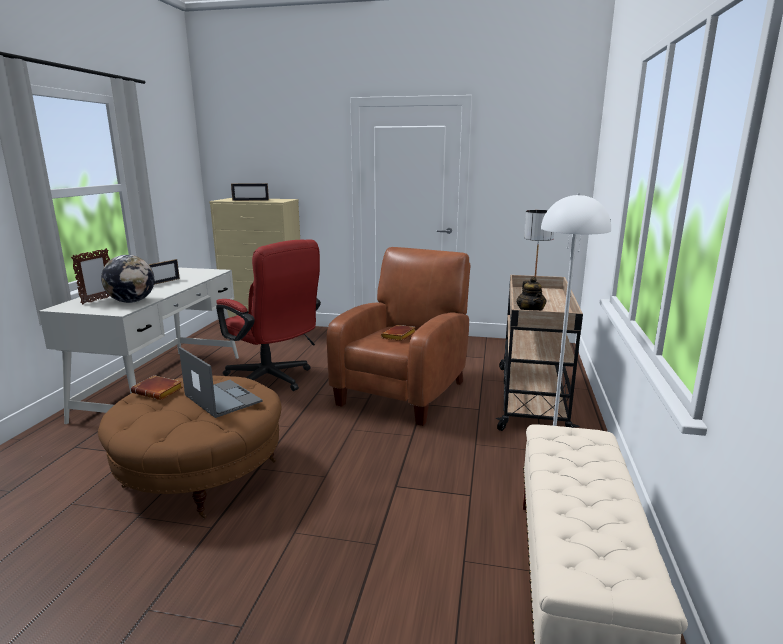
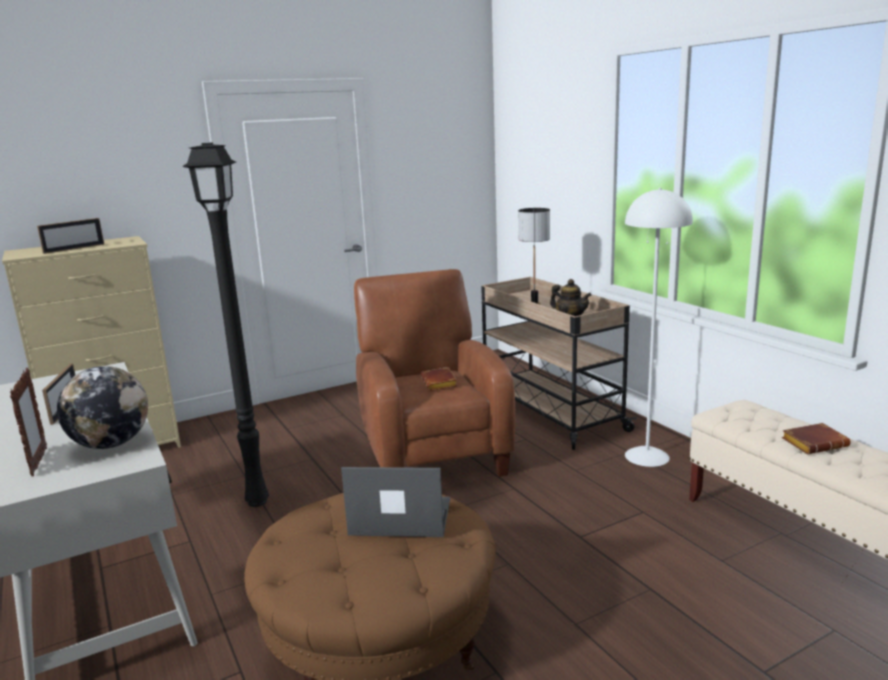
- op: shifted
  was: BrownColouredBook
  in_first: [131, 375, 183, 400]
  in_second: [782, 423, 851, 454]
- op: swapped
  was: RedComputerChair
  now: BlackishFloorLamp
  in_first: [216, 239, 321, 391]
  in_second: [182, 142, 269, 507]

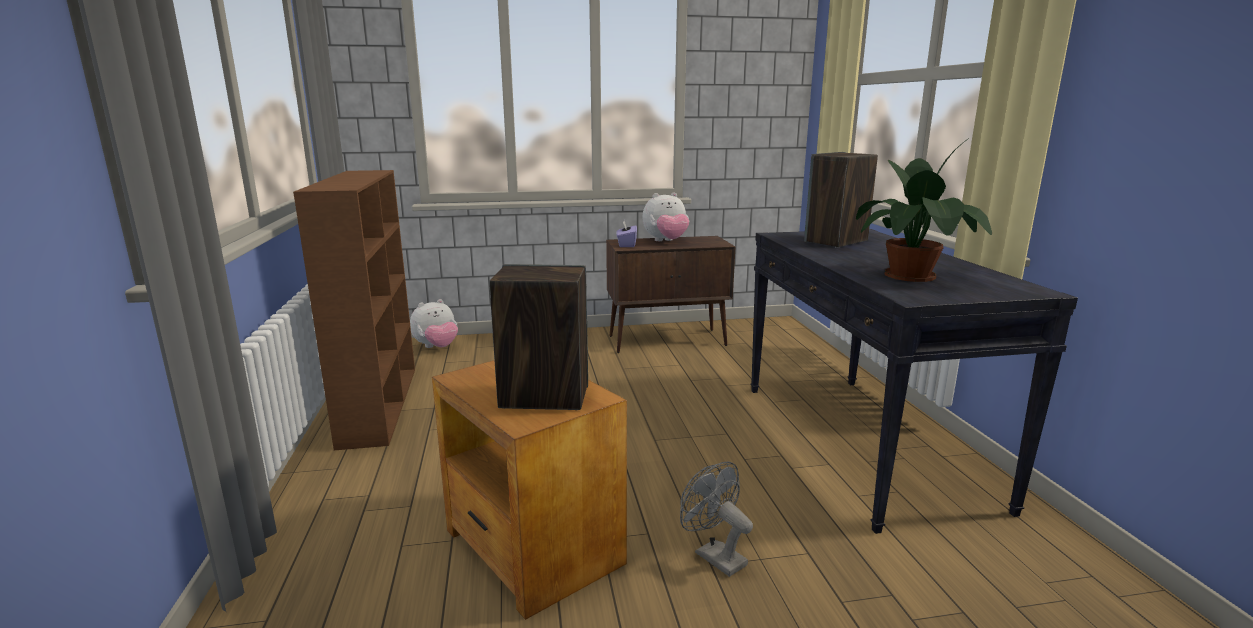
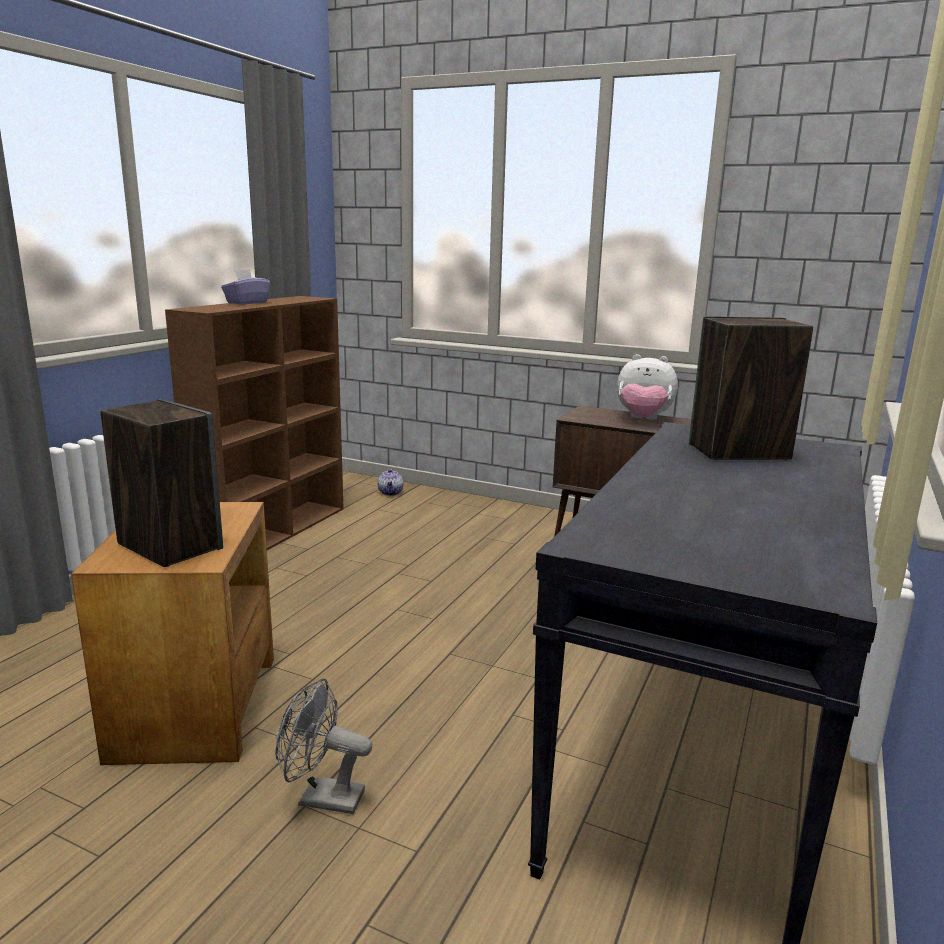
- op: gone
  was: PlantInAPot
  in_first: [856, 138, 992, 282]
- op: shifted
  was: PurplishTissueBox
  in_first: [616, 221, 637, 247]
  in_second: [221, 269, 270, 304]
- op: swapped
  was: CuddlyToy
  now: PotForTea
  in_first: [410, 299, 458, 348]
  in_second: [378, 468, 403, 496]
- op: rotated
  was: GreyishCoolingFan
  in_first: [680, 462, 753, 577]
  in_second: [275, 678, 372, 814]
  clockwise: -75

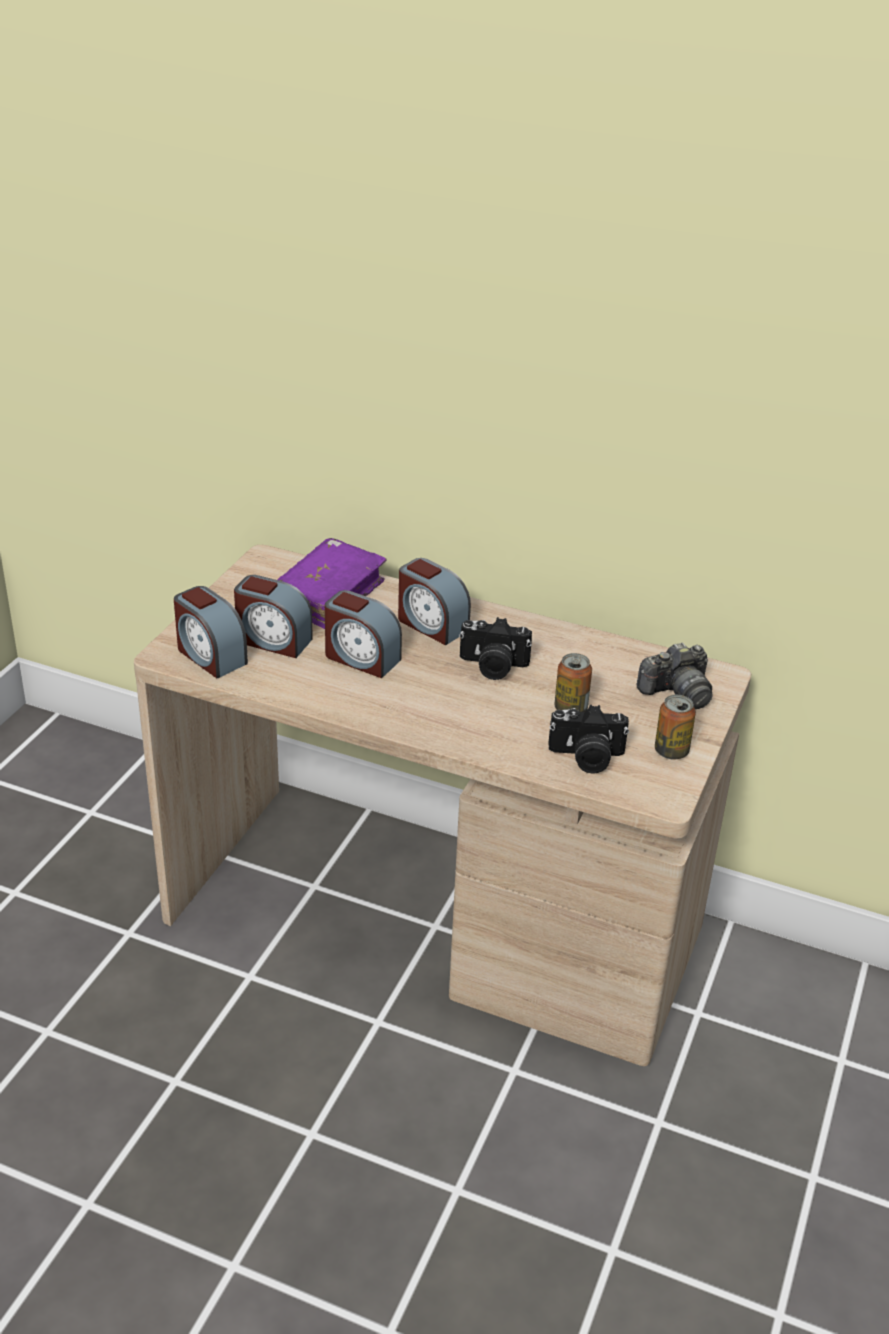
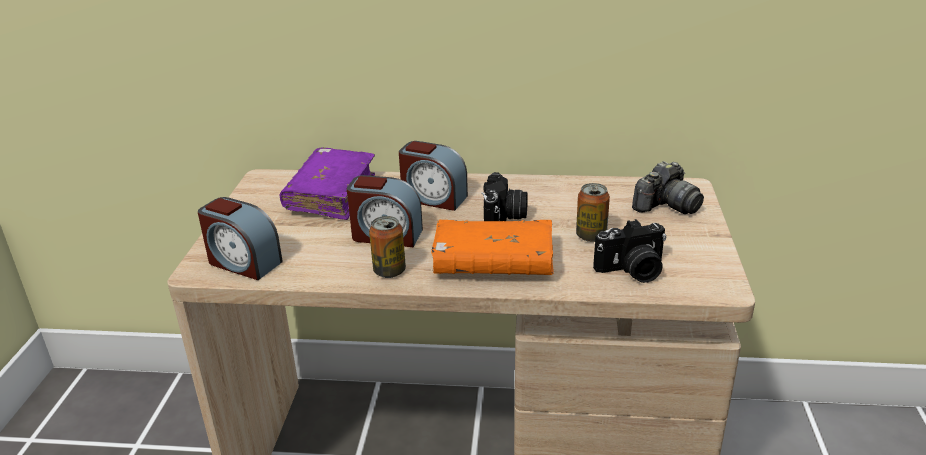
- op: gone
  was: TableClock
  in_first: [234, 575, 313, 658]
- op: new
  now: OrangeColouredBook
  in_second: [431, 220, 554, 275]
- op: shifted
  was: SealedCan
  in_first: [655, 695, 696, 760]
  in_second: [369, 216, 406, 278]
- op: rotated
  was: PhotoCamera
  in_first: [459, 617, 532, 680]
  in_second: [481, 172, 528, 221]
  clockwise: -75

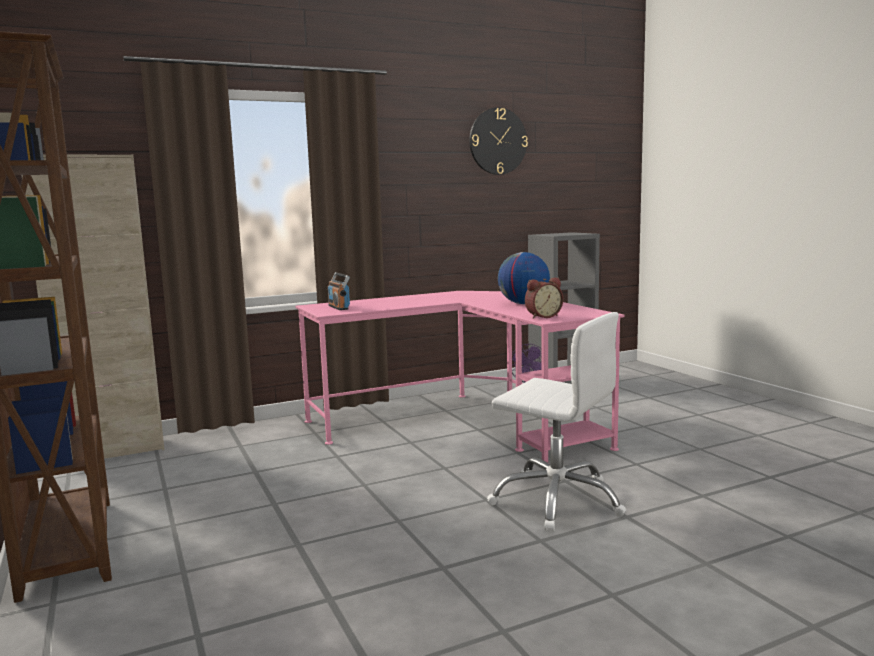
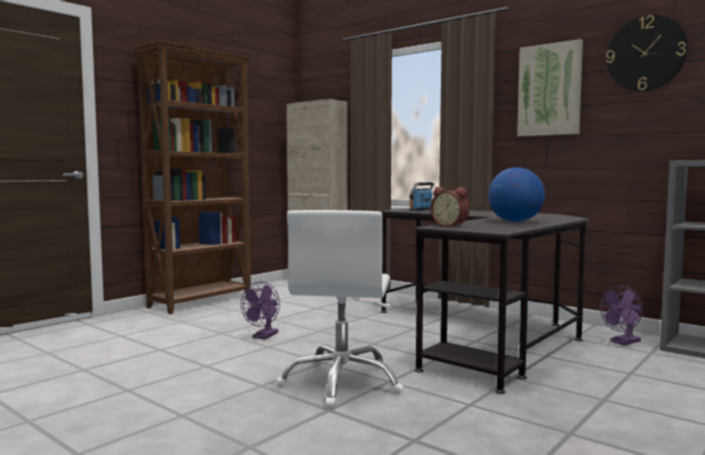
- op: new
  now: PurplishCoolingFan
  in_second: [241, 281, 280, 339]
- op: new
  now: WallPicture
  in_second: [517, 39, 583, 136]
- op: repainted
  was: PinkColouredDesk
  now: BlackishDesk
  in_first: [295, 291, 624, 462]
  in_second: [379, 208, 590, 394]

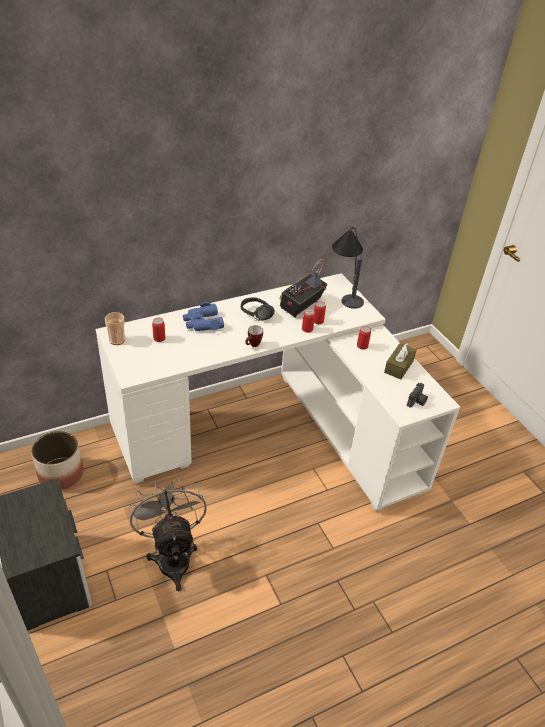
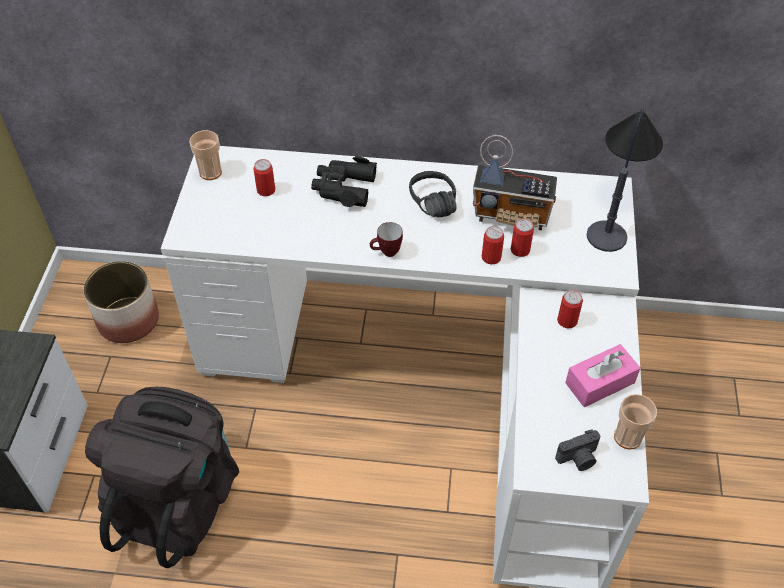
- op: new
  now: SmallCup
  in_second: [614, 394, 657, 450]
- op: swapped
  was: GreyishCoolingFan
  now: BlackishRucksack
  in_first: [129, 477, 207, 591]
  in_second: [85, 387, 239, 568]
- op: repainted
  was: BluishFieldGlasses
  now: BlackishFieldGlasses
  in_first: [183, 302, 224, 331]
  in_second: [311, 156, 377, 207]
- op: repainted
  was: BrownColouredTissueBox
  now: PinkColouredTissueBox
  in_first: [384, 343, 417, 379]
  in_second: [565, 344, 640, 407]
- op: rotated
  was: Radio
  in_first: [279, 259, 328, 318]
  in_second: [473, 135, 557, 230]
  clockwise: -150

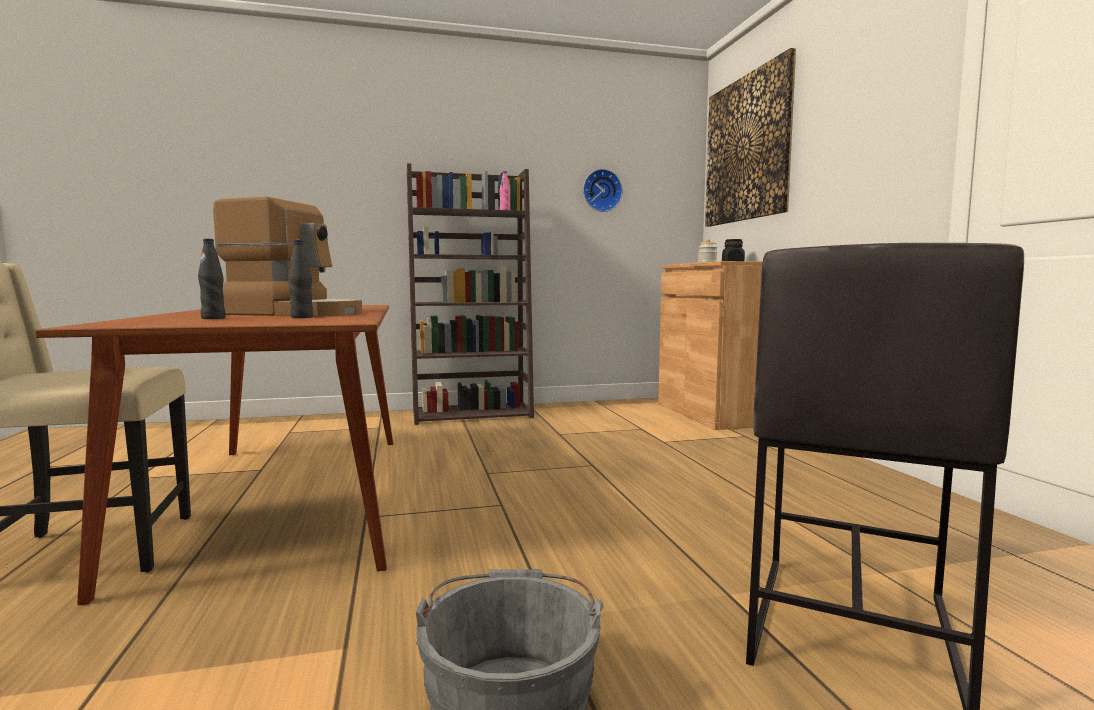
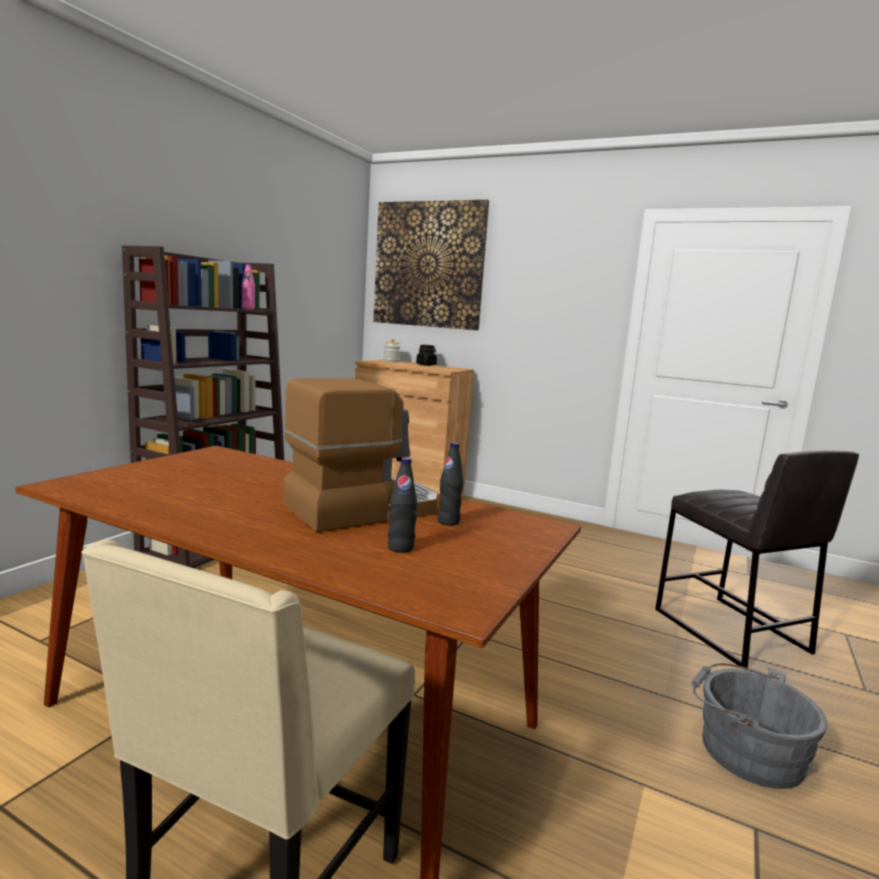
- op: gone
  was: WallClock
  in_first: [583, 169, 623, 212]

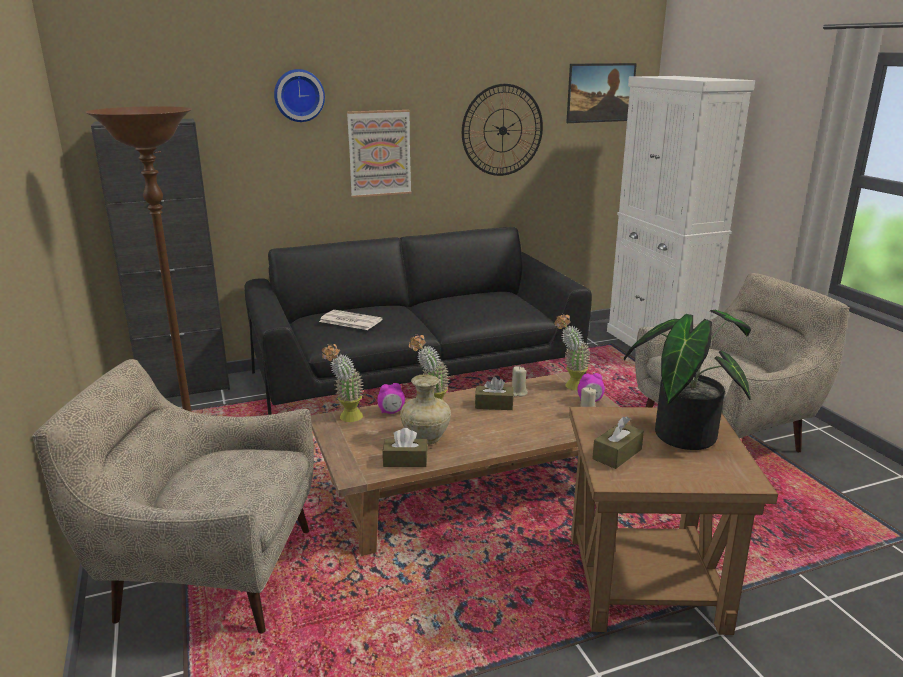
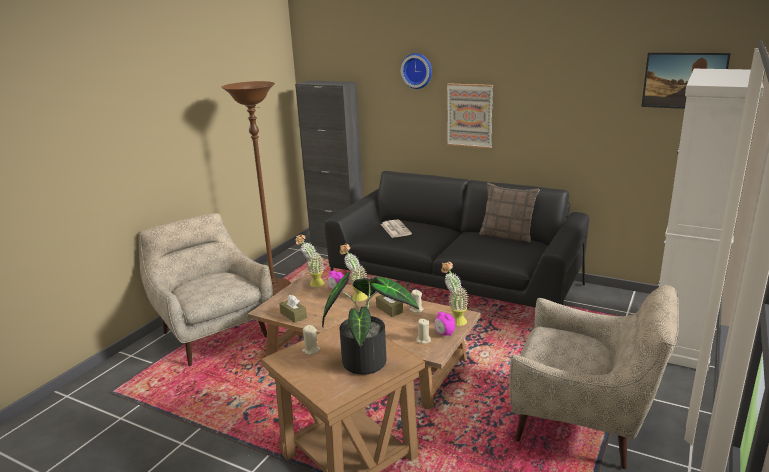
- op: gone
  was: BeigeColouredVase
  in_first: [400, 374, 451, 445]
- op: gone
  was: WallClock
  in_first: [462, 84, 543, 176]
- op: new
  now: Cushion
  in_second: [479, 183, 540, 242]
- op: swapped
  was: BrownColouredTissueBox
  now: BeigeColouredWaxLight
  in_first: [592, 416, 644, 469]
  in_second: [302, 325, 320, 355]

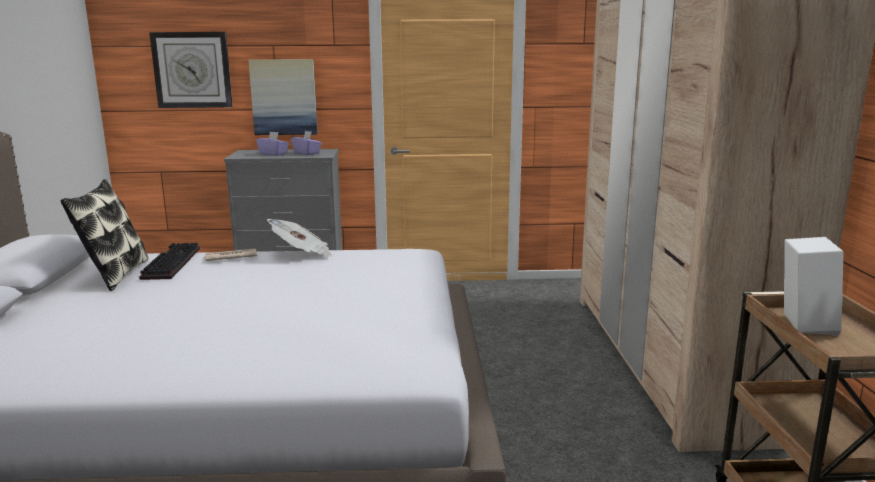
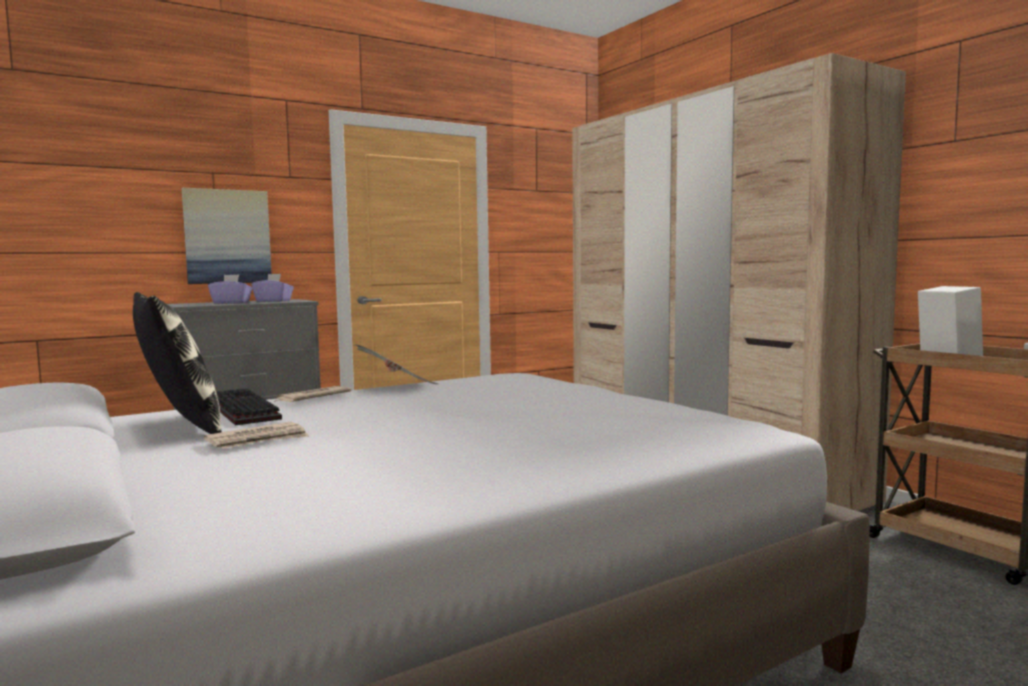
- op: gone
  was: WallClock
  in_first: [149, 32, 233, 108]
- op: new
  now: DailyPaper
  in_second: [204, 422, 309, 449]

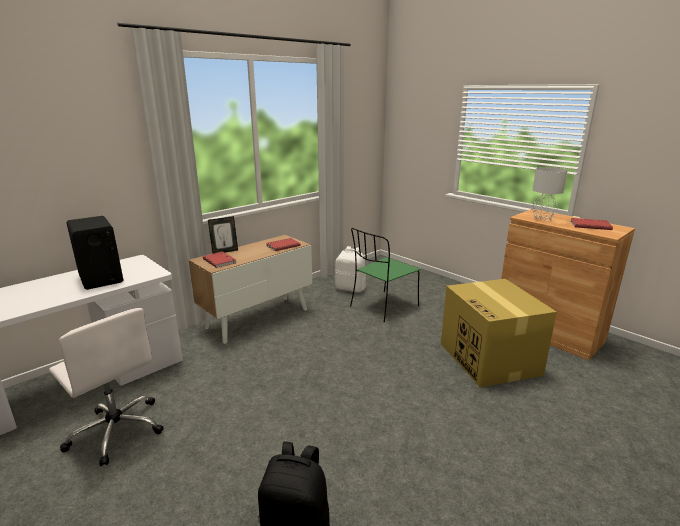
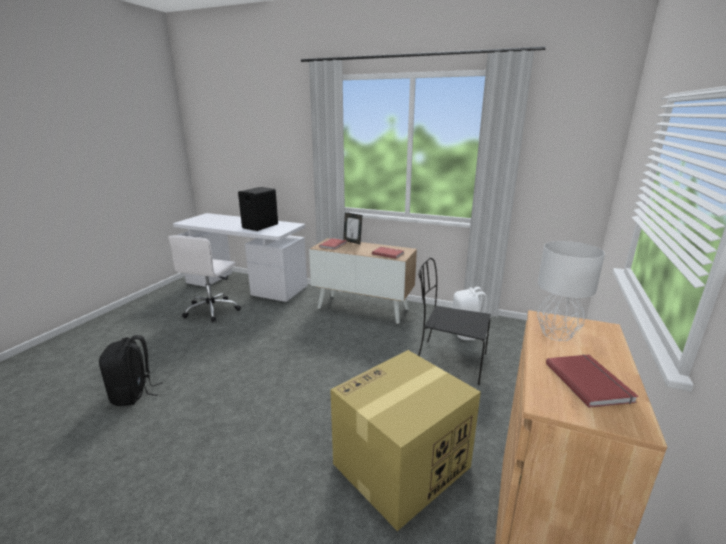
- op: repainted
  was: GreenChair
  now: BlackishChair
  in_first: [350, 228, 420, 322]
  in_second: [418, 258, 491, 385]

